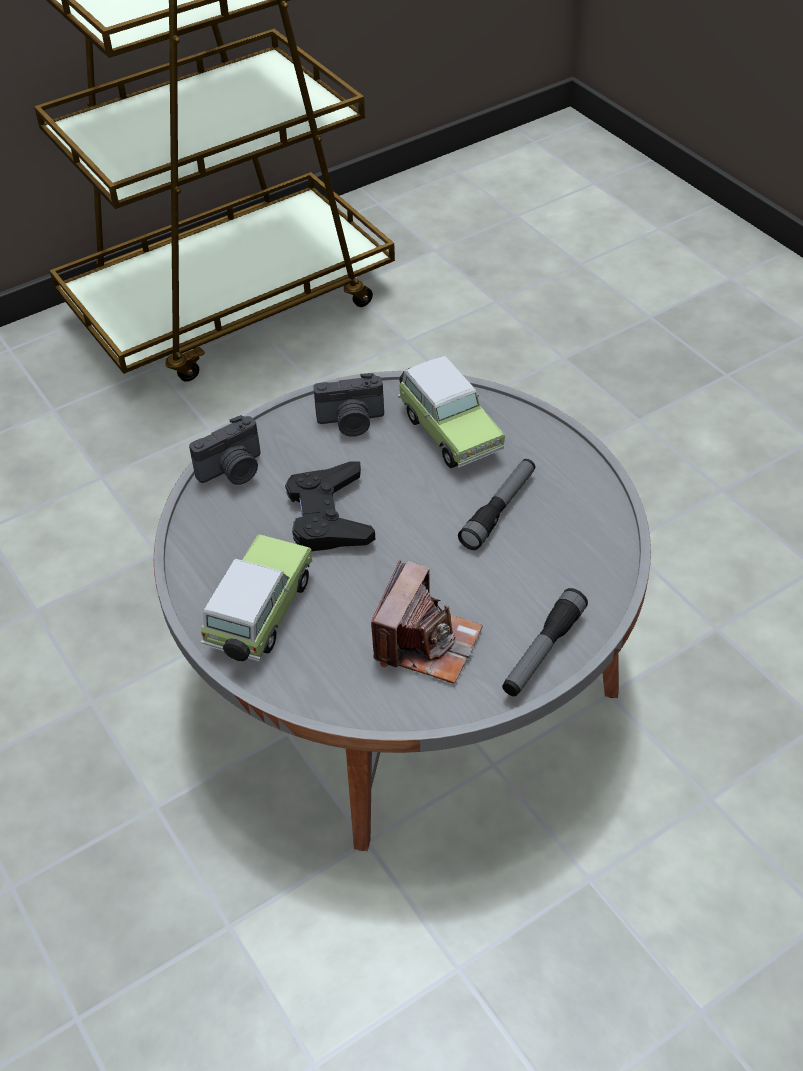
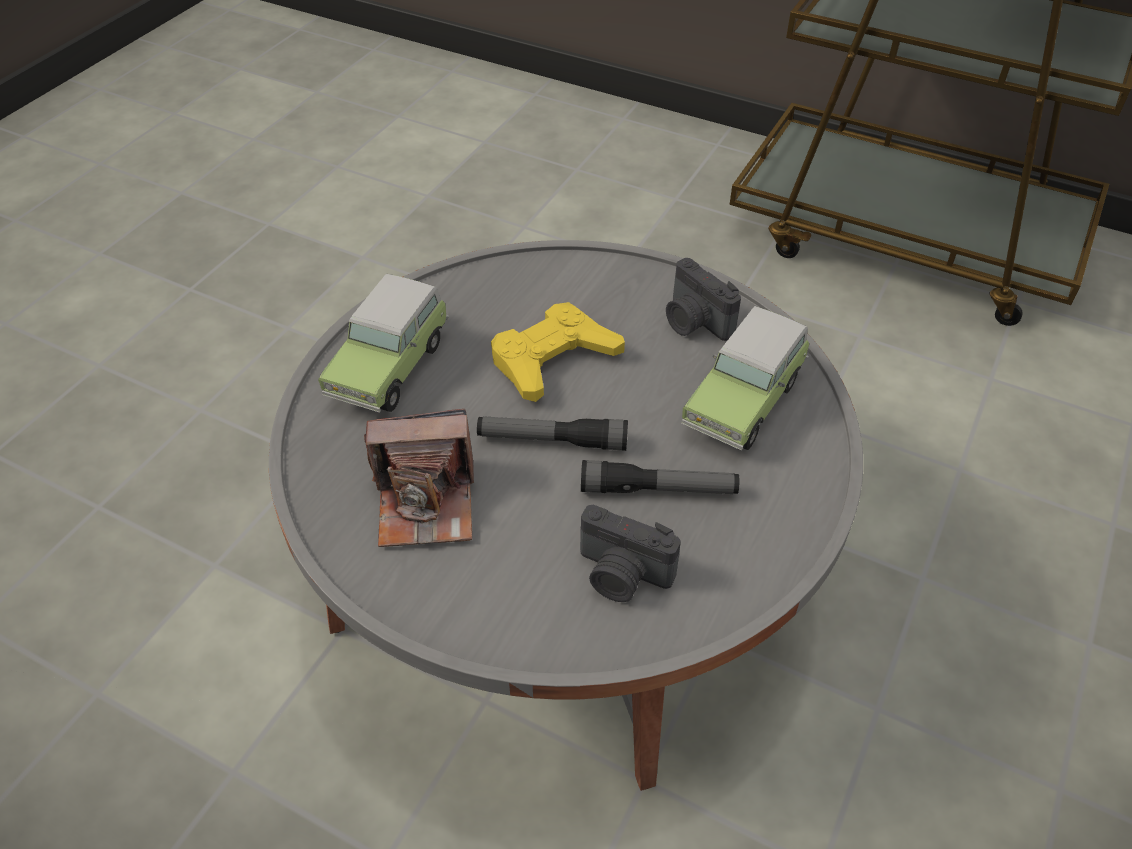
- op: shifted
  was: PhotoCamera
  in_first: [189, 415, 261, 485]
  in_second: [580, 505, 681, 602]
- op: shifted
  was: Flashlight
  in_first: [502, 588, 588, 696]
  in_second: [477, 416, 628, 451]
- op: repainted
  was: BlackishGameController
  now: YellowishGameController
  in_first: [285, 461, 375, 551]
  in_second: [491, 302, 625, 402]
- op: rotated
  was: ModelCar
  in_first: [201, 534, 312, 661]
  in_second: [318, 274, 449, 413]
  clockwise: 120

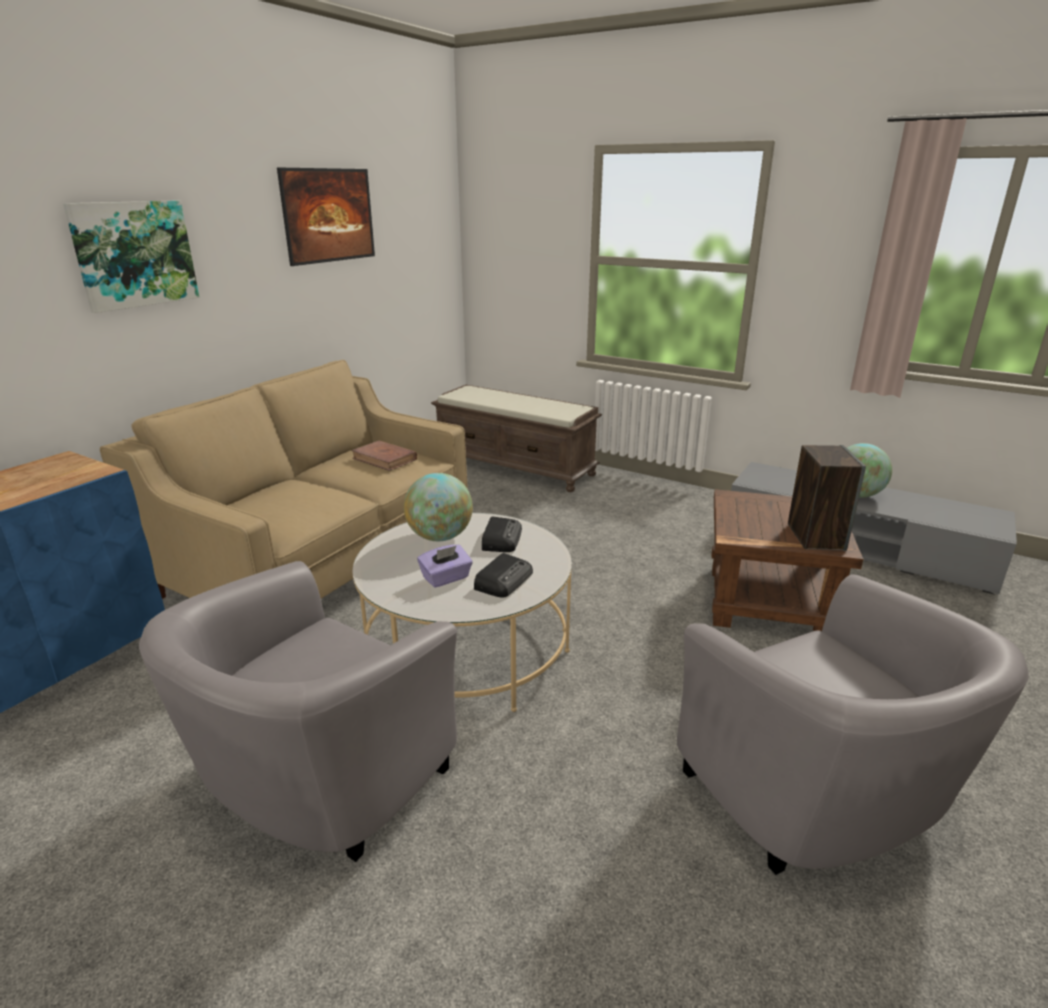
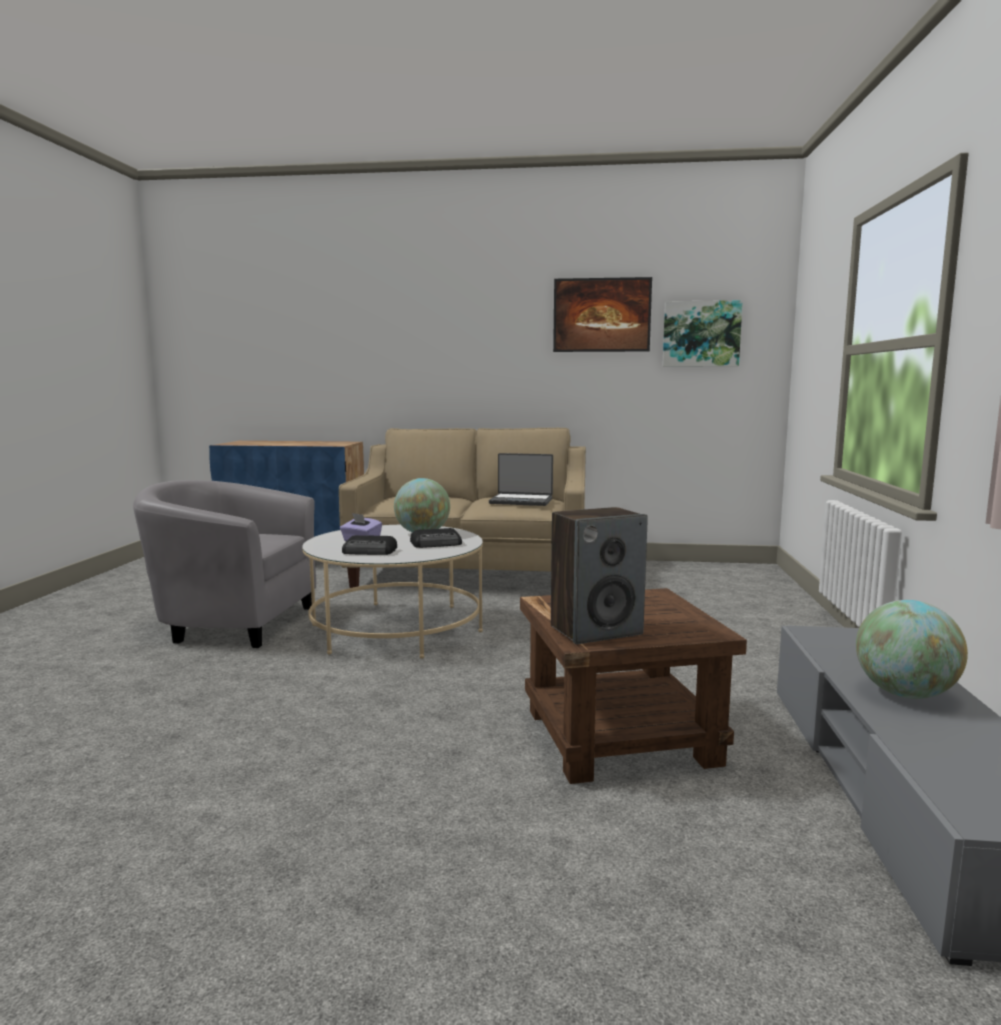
- op: gone
  was: BrownColouredIndoorBench
  in_first: [431, 385, 602, 492]
- op: gone
  was: GreyishEasyChair
  in_first: [677, 574, 1029, 875]
- op: shifted
  was: WallPicture
  in_first: [63, 201, 199, 313]
  in_second: [662, 300, 743, 367]
- op: swapped
  was: BrownColouredBook
  now: PortableComputer
  in_first: [351, 441, 417, 471]
  in_second: [489, 453, 553, 506]

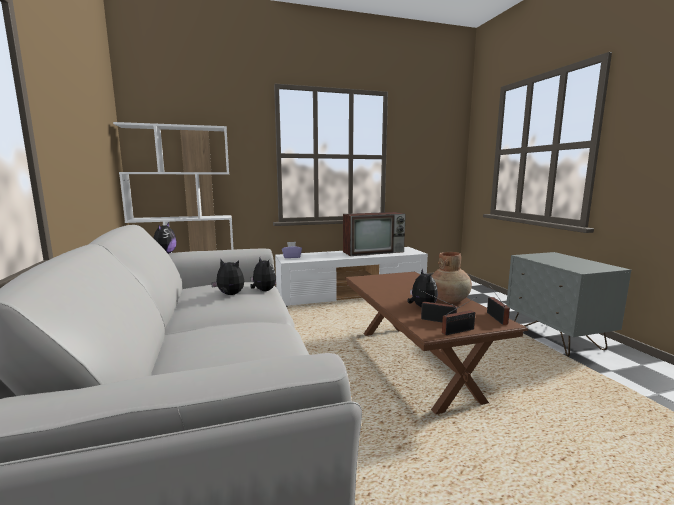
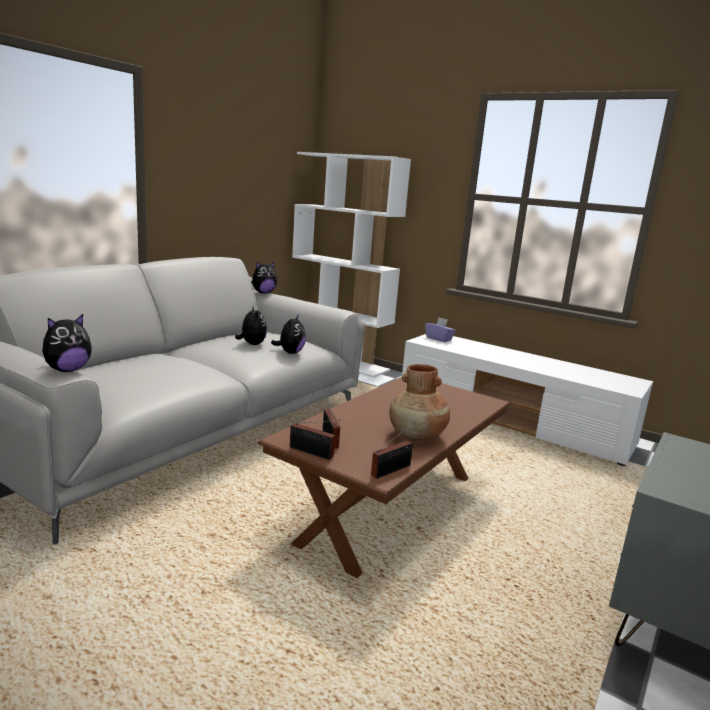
- op: gone
  was: Tv
  in_first: [343, 212, 406, 256]
- op: shifted
  was: CuddlyToy
  in_first: [408, 269, 438, 308]
  in_second: [42, 314, 92, 372]

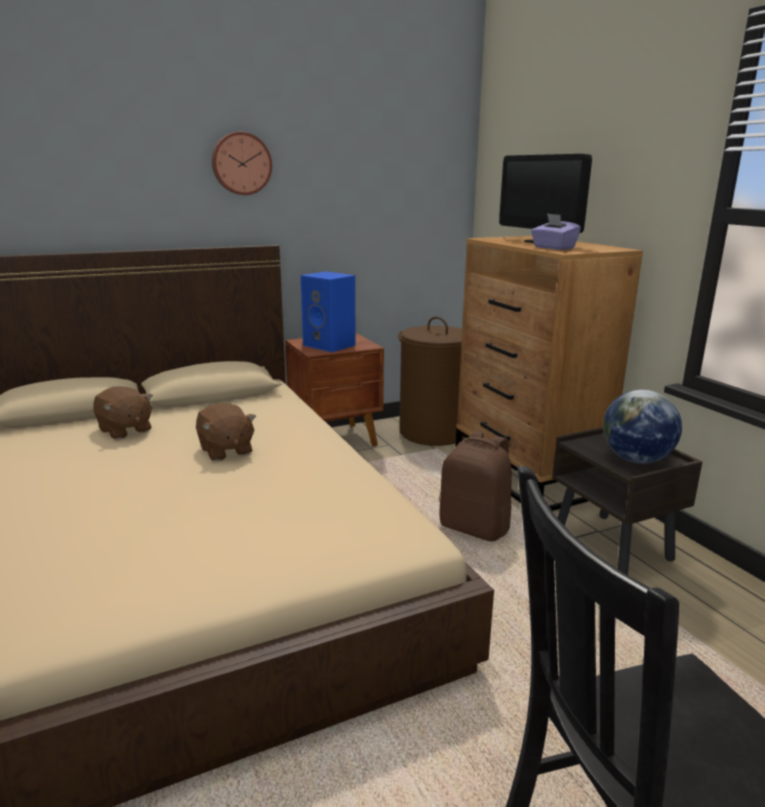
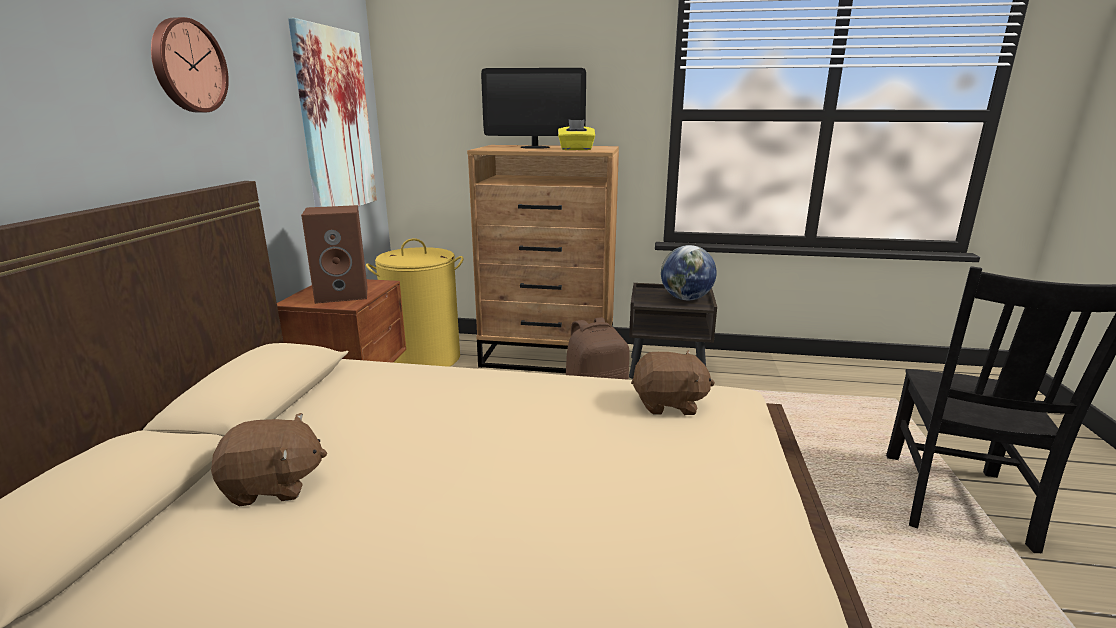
- op: new
  now: WallPicture
  in_second: [288, 18, 377, 207]
- op: shifted
  was: BrownColouredCuddlyToy
  in_first: [196, 403, 256, 461]
  in_second: [631, 350, 715, 415]
- op: repainted
  was: BluishAudioSpeaker
  now: BrownColouredAudioSpeaker
  in_first: [301, 271, 356, 352]
  in_second: [301, 205, 367, 304]
- op: repainted
  was: BrownColouredWashingBasket
  now: YellowishWashingBasket
  in_first: [398, 317, 466, 446]
  in_second: [366, 238, 464, 367]
- op: repainted
  was: PurplishTissueBox
  now: YellowishTissueBox
  in_first: [531, 213, 581, 250]
  in_second: [558, 120, 595, 150]

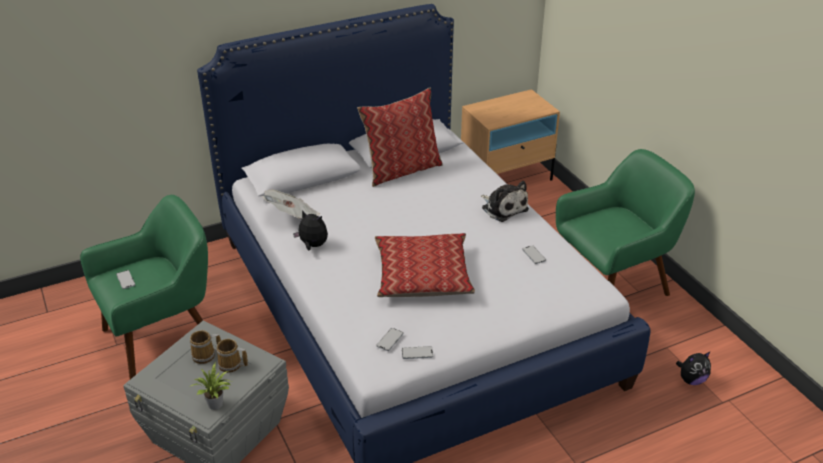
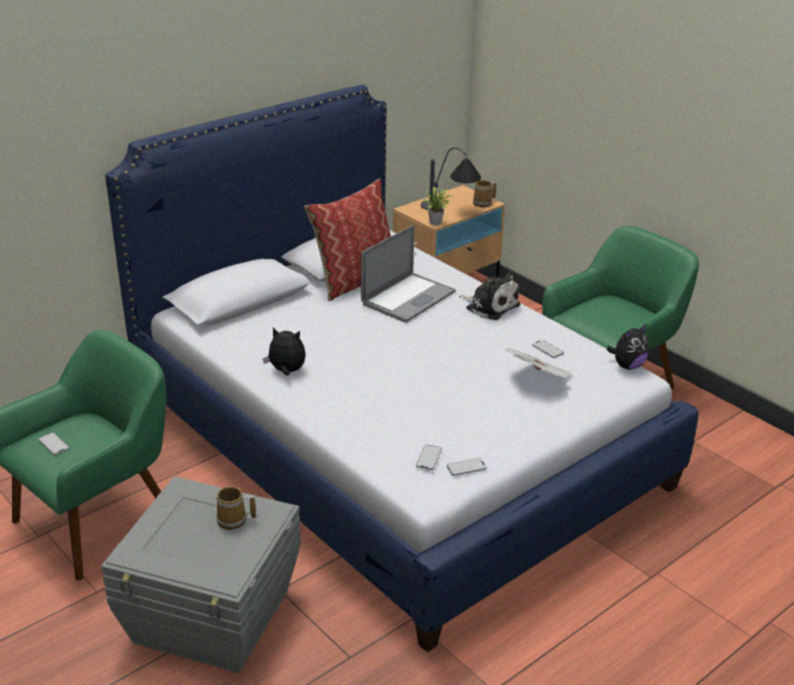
- op: gone
  was: Cushion
  in_first: [375, 233, 475, 297]
- op: new
  now: PortableComputer
  in_second: [361, 225, 456, 323]
- op: new
  now: TabletopLamp
  in_second: [420, 148, 481, 210]
- op: shifted
  was: Mug
  in_first: [190, 330, 221, 364]
  in_second: [473, 180, 496, 207]
- op: shifted
  was: PlantInAPot
  in_first: [191, 363, 232, 410]
  in_second: [423, 186, 455, 225]
- op: shifted
  was: DailyPaper
  in_first: [262, 189, 320, 219]
  in_second: [505, 348, 572, 379]
- op: shifted
  was: CuddlyToy
  in_first: [676, 352, 711, 385]
  in_second: [607, 324, 649, 370]

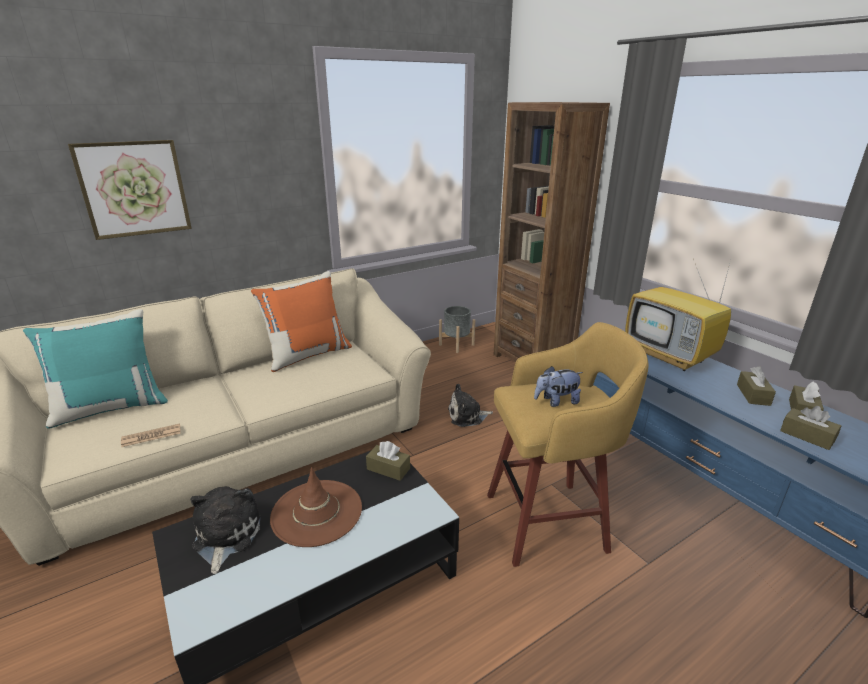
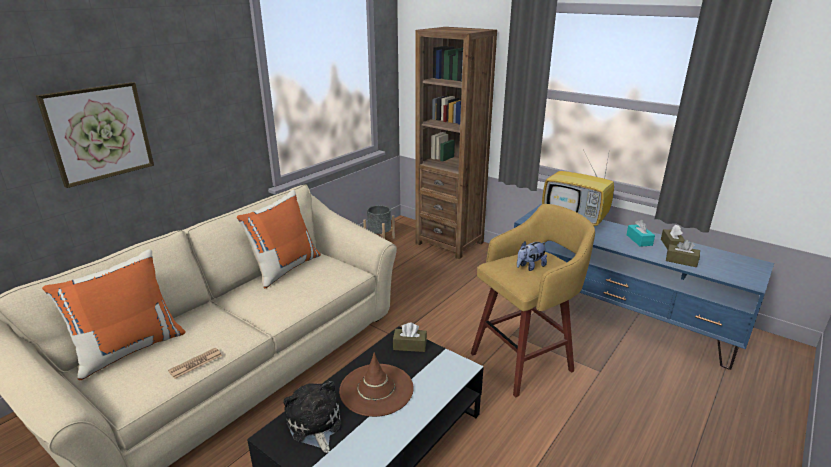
- op: gone
  was: CuddlyToy
  in_first: [448, 384, 493, 427]
- op: repainted
  was: TurquoiseColouredCushion
  now: OrangeColouredCushion
  in_first: [23, 309, 168, 428]
  in_second: [42, 249, 186, 380]
- op: repainted
  was: BrownColouredTissueBox
  now: TurquoiseColouredTissueBox
  in_first: [737, 366, 776, 406]
  in_second: [627, 220, 655, 247]

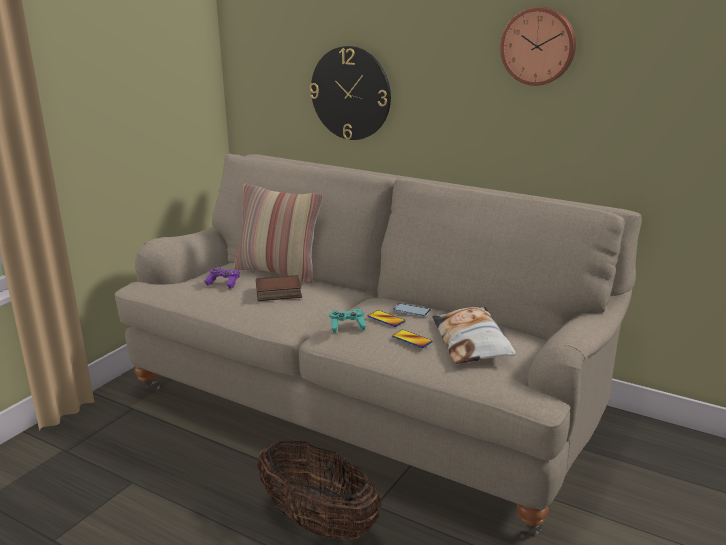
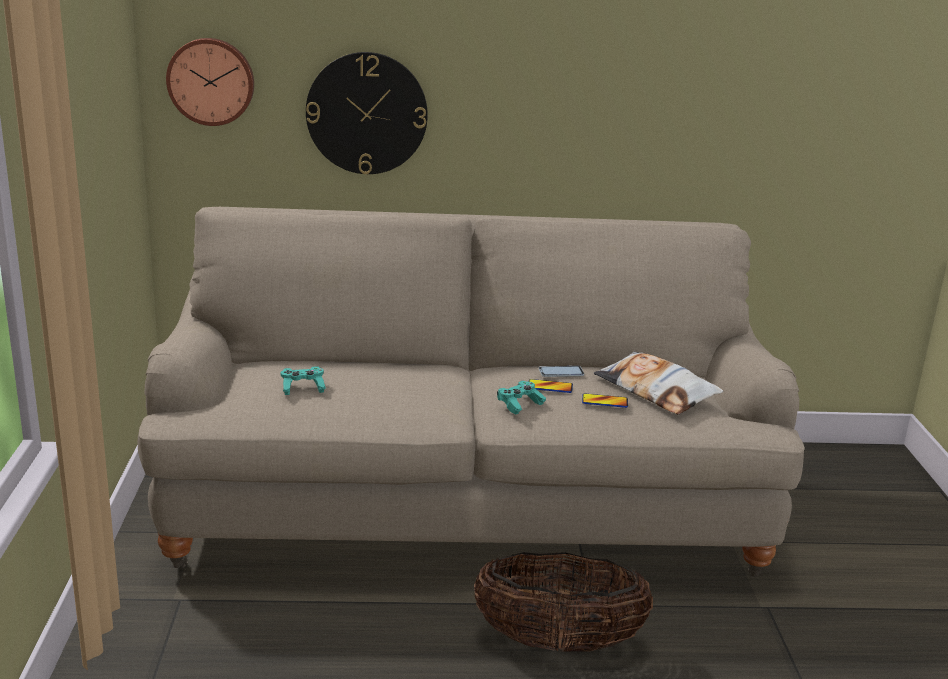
- op: gone
  was: Cushion
  in_first: [233, 184, 323, 284]
- op: gone
  was: Book
  in_first: [256, 275, 302, 301]
- op: shifted
  was: WallClock
  in_first: [500, 7, 576, 86]
  in_second: [166, 38, 254, 126]
- op: repainted
  was: PurplishGameController
  now: TurquoiseColouredGameController
  in_first: [204, 267, 240, 289]
  in_second: [281, 366, 326, 395]

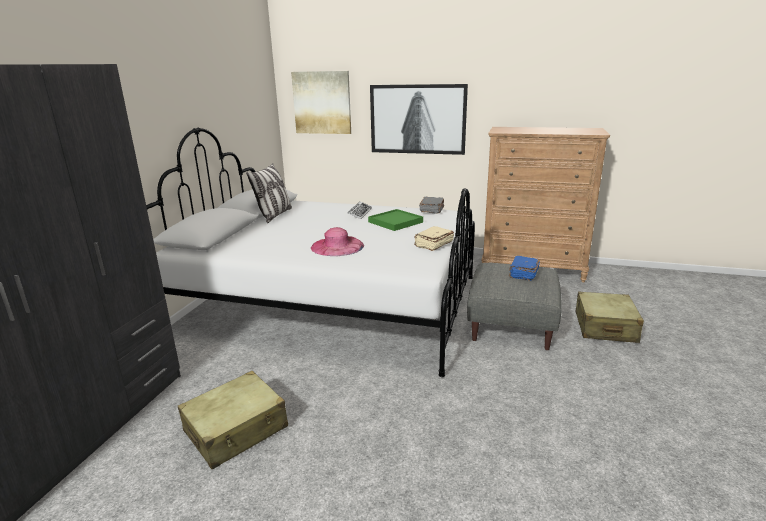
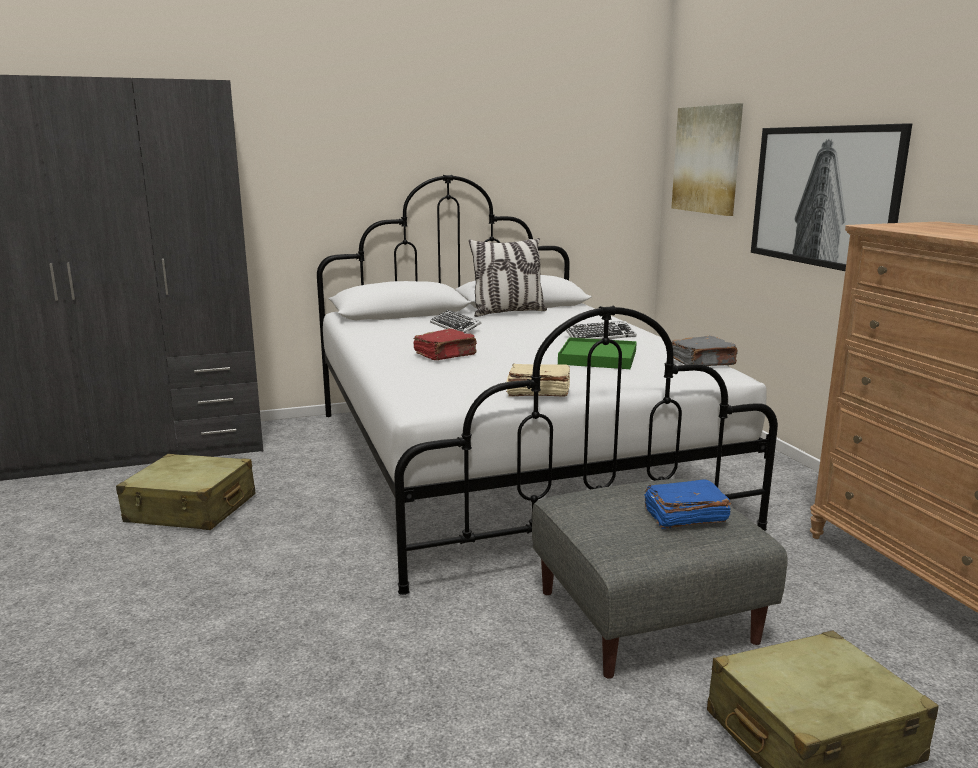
- op: new
  now: PcKeyboard
  in_second: [430, 310, 482, 333]
- op: swapped
  was: PinkColouredHat
  now: RedBook
  in_first: [311, 227, 364, 256]
  in_second: [413, 329, 477, 360]

